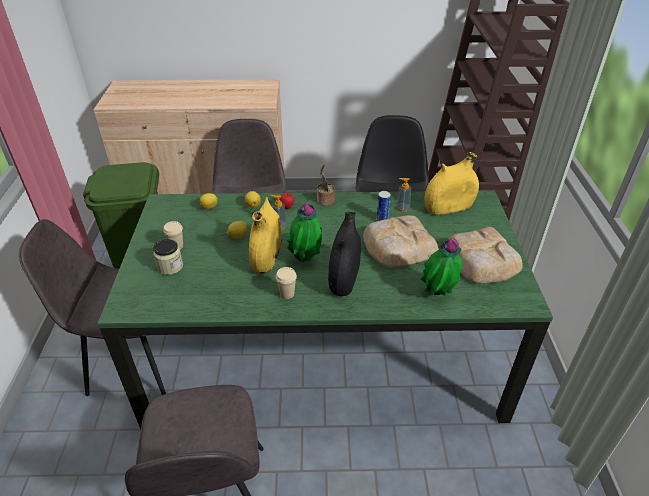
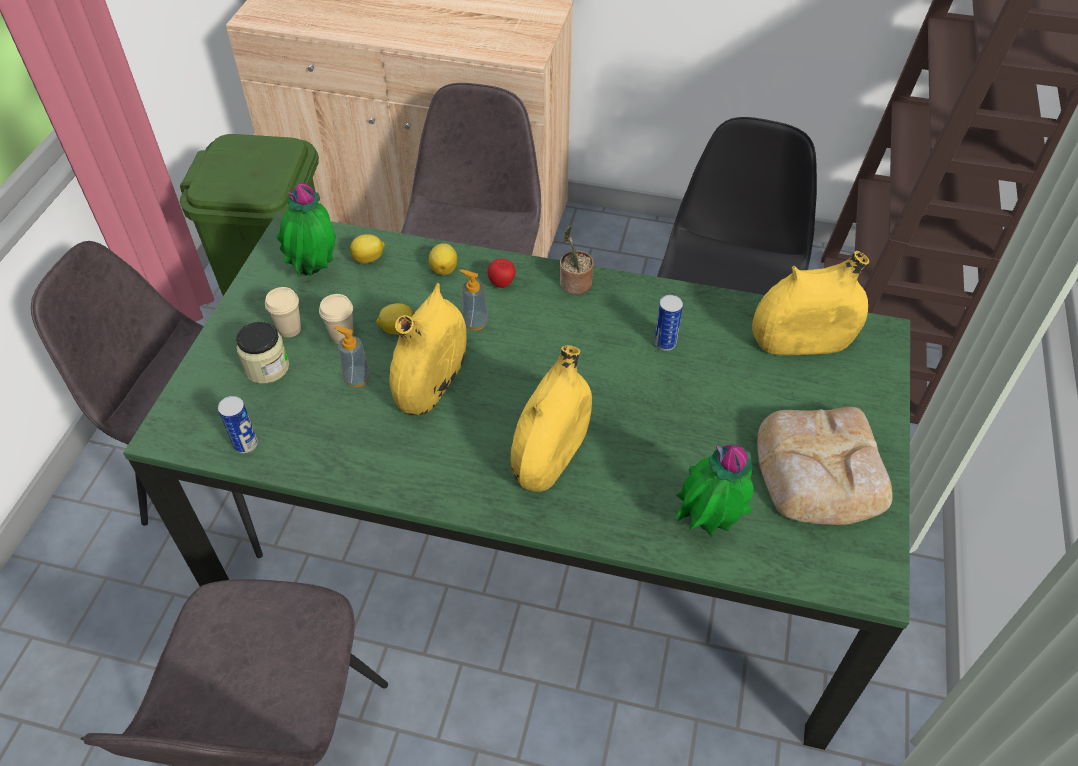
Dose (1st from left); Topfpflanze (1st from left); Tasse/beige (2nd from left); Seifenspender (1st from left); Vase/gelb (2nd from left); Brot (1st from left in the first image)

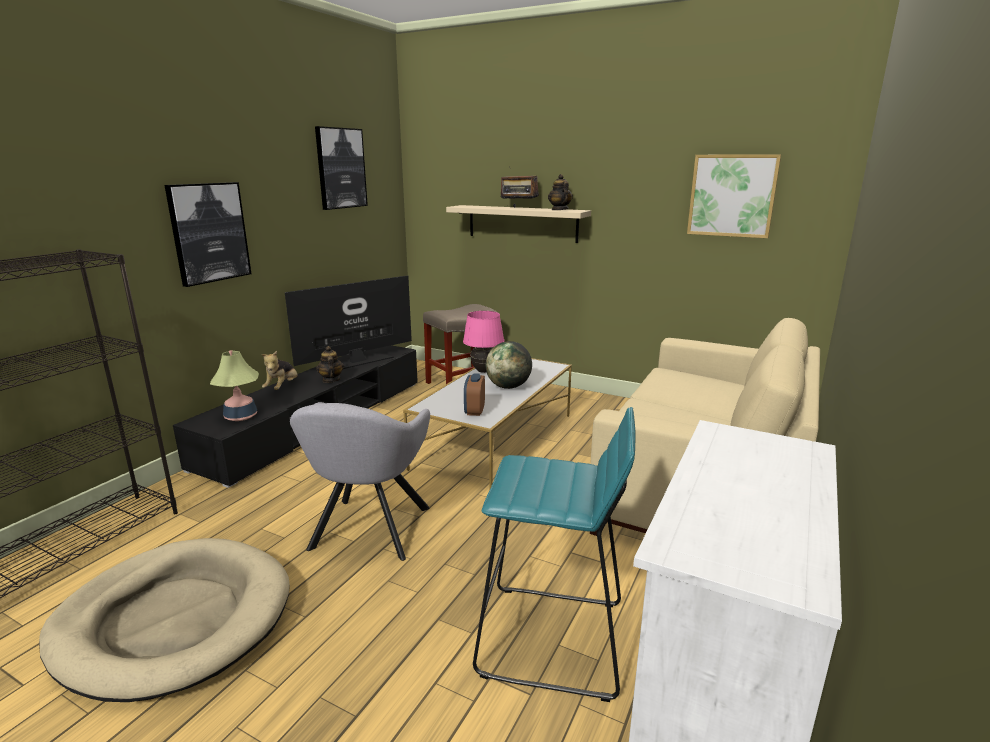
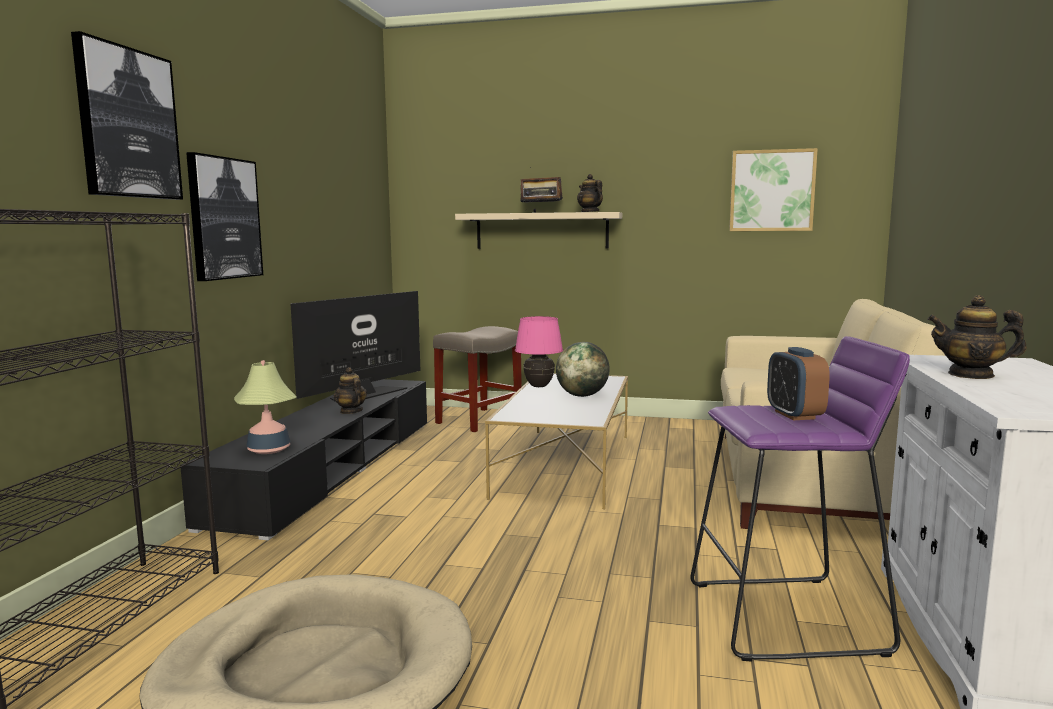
Bild (1st from left); Hocker/lila; Wecker; Teekanne (3rd from left); Plüschtier; Sessel/grau

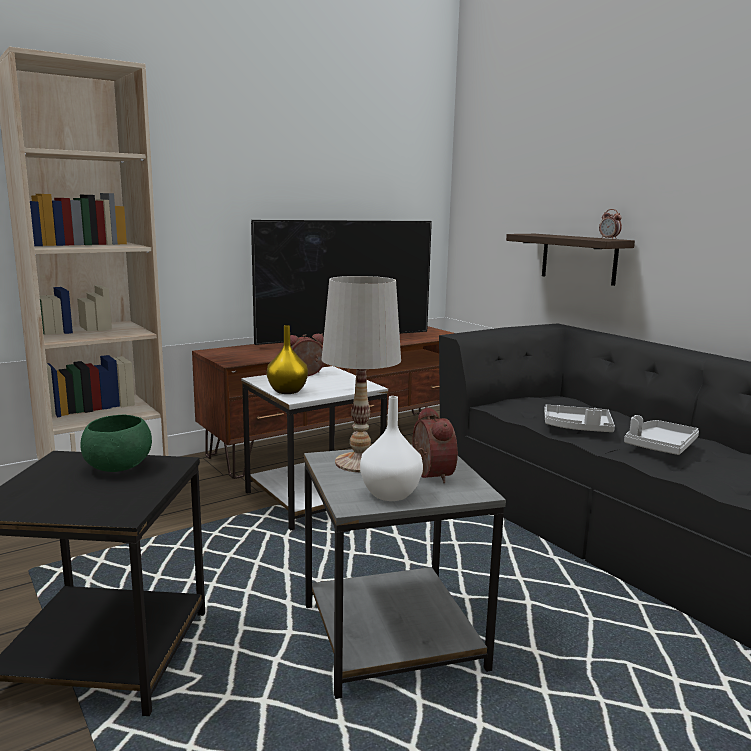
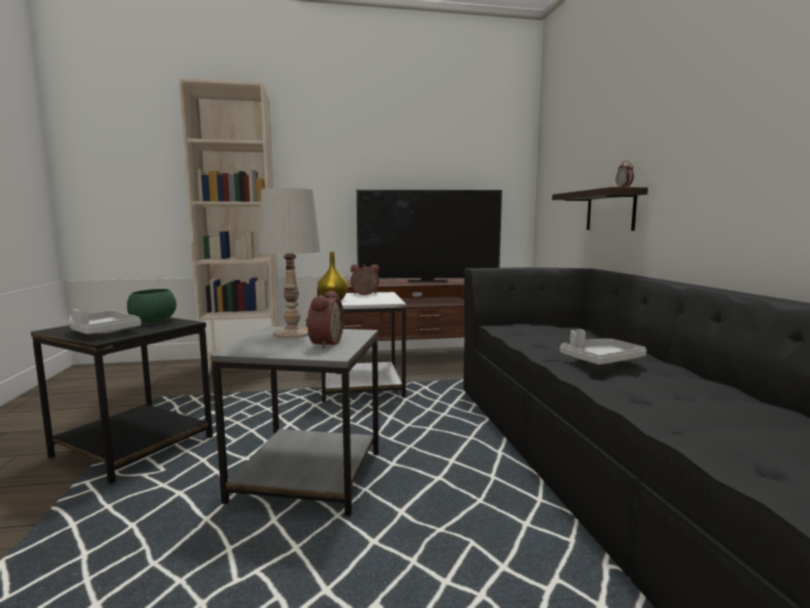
Tablett/grau (1st from left); Vase/weiß

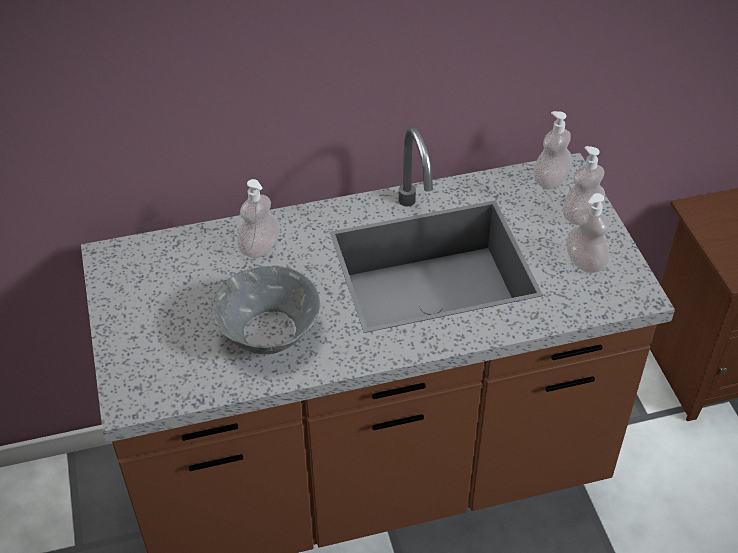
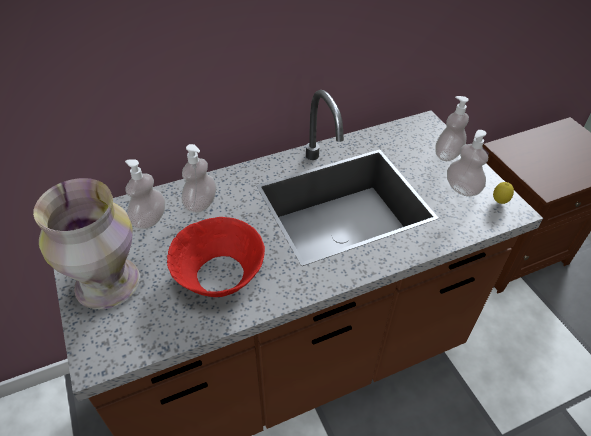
Vase; Seifenspender (1st from left); Schüssel/rot; Zitrone

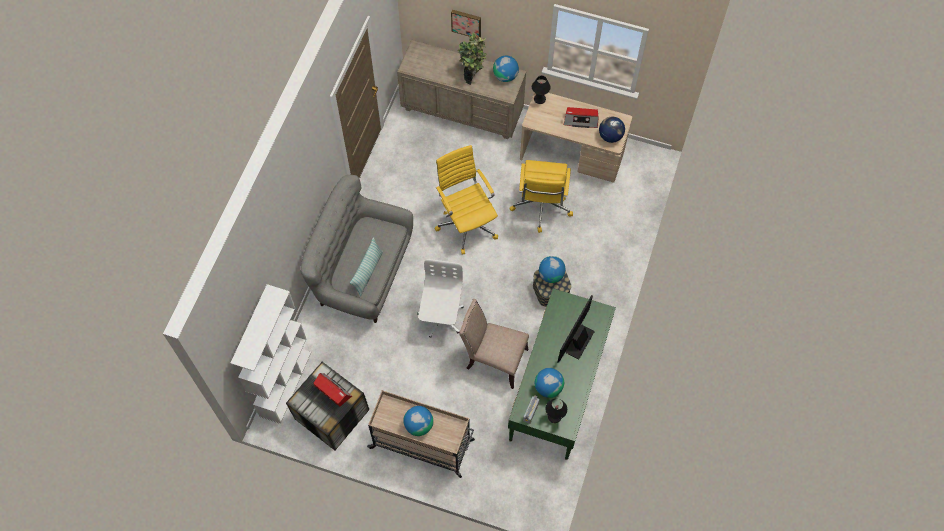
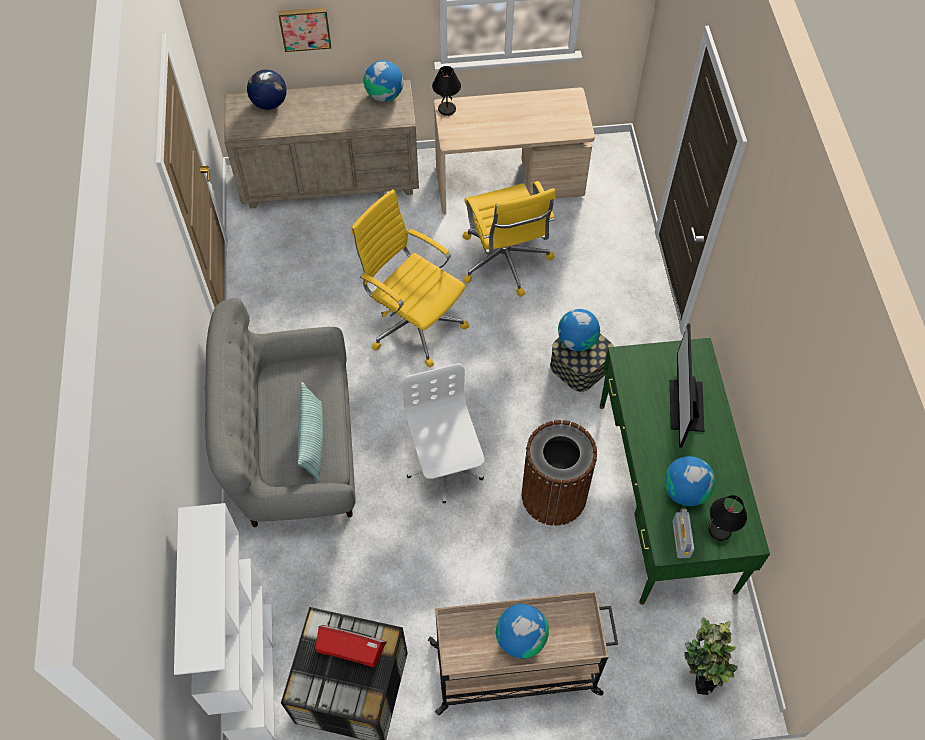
Globus (1st from left); Mülleimer/braun; Topfpflanze; Radio (3rd from left in the first image)

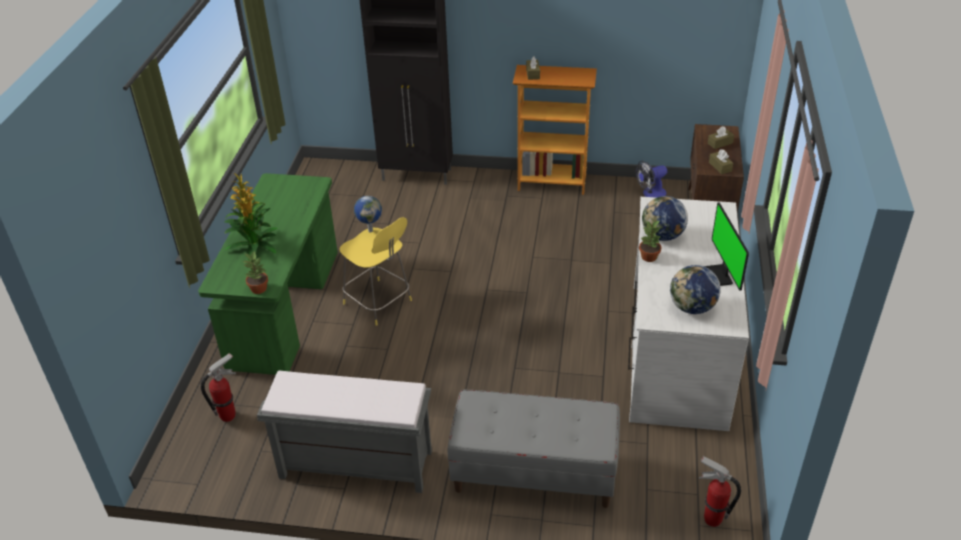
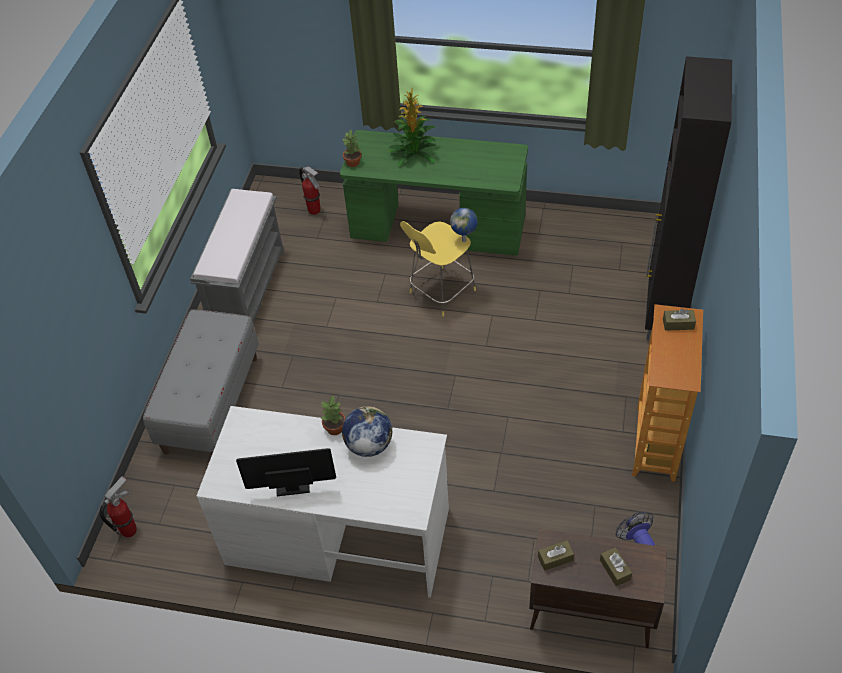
Globus (3rd from left in the first image)

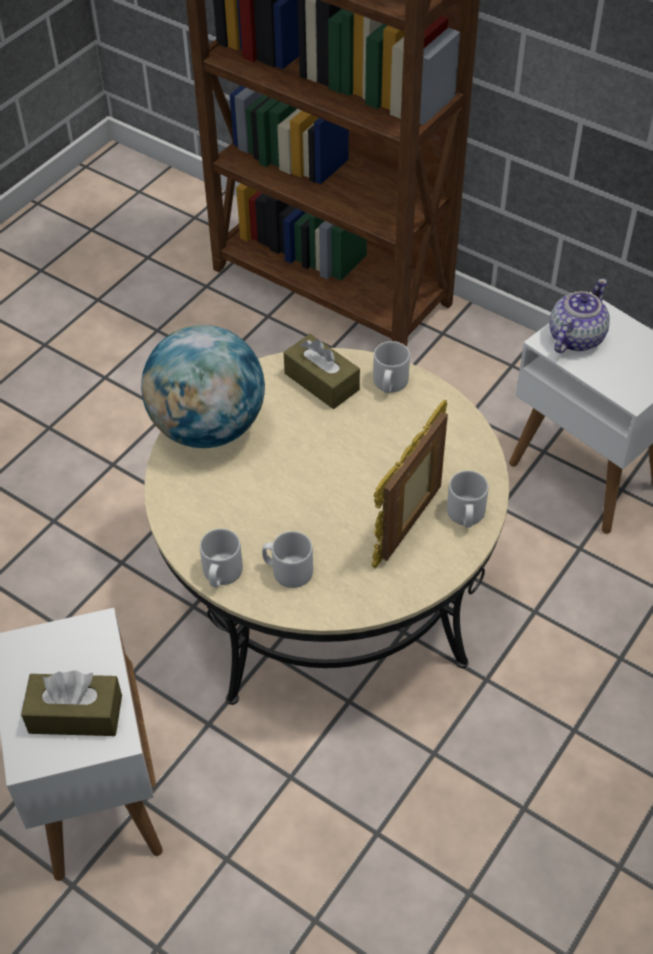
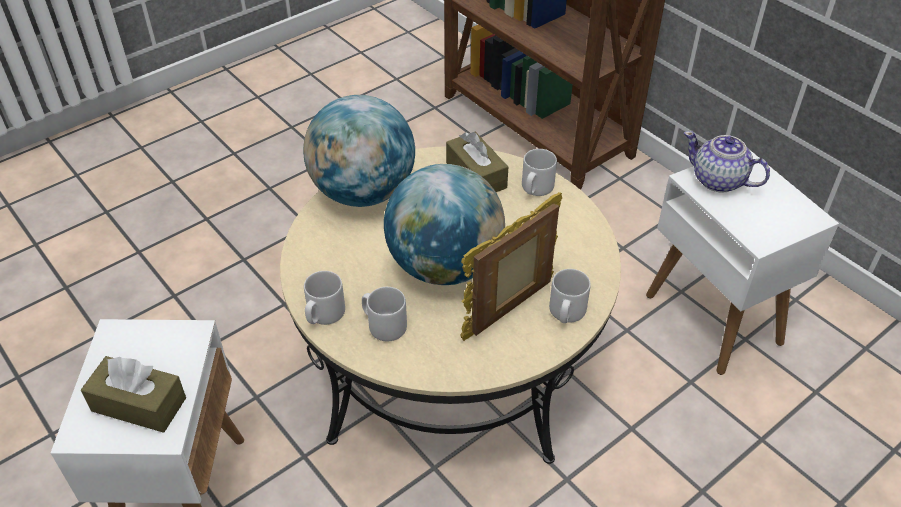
Globus (2nd from left); Teekanne

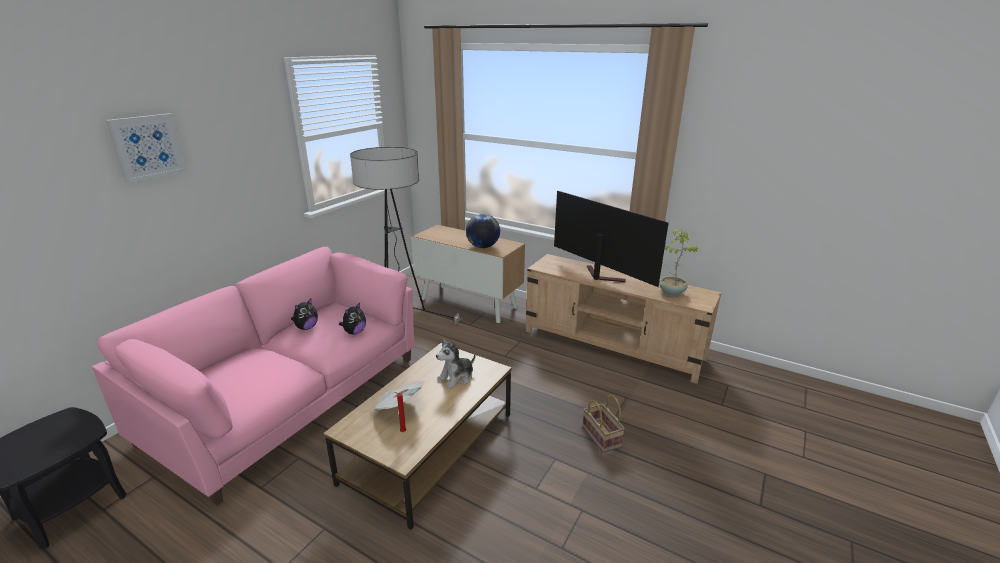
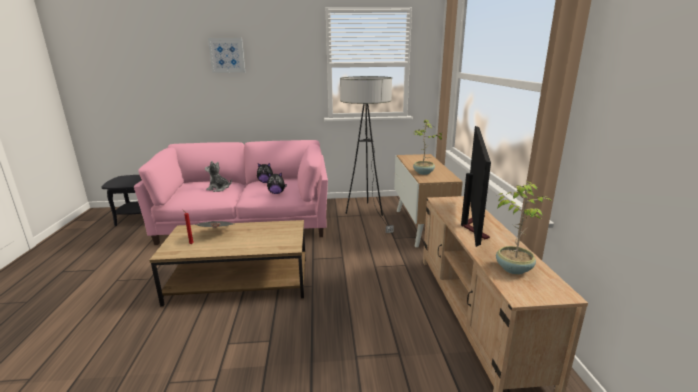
Plüschtier (1st from left); Topfpflanze (1st from left); Korb

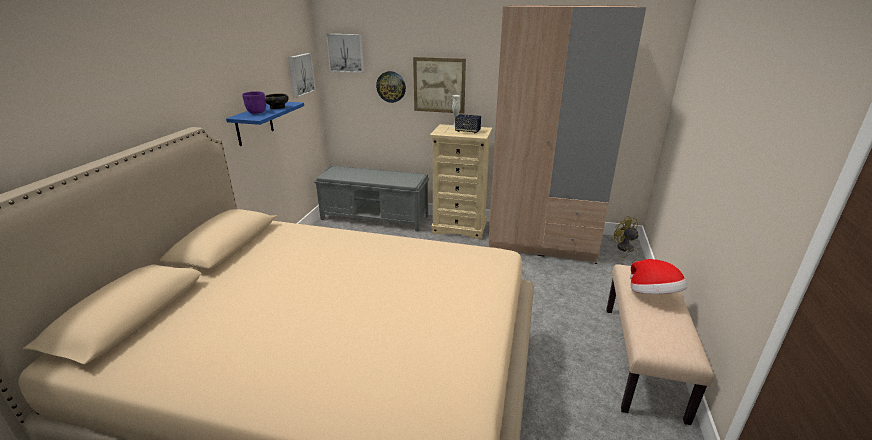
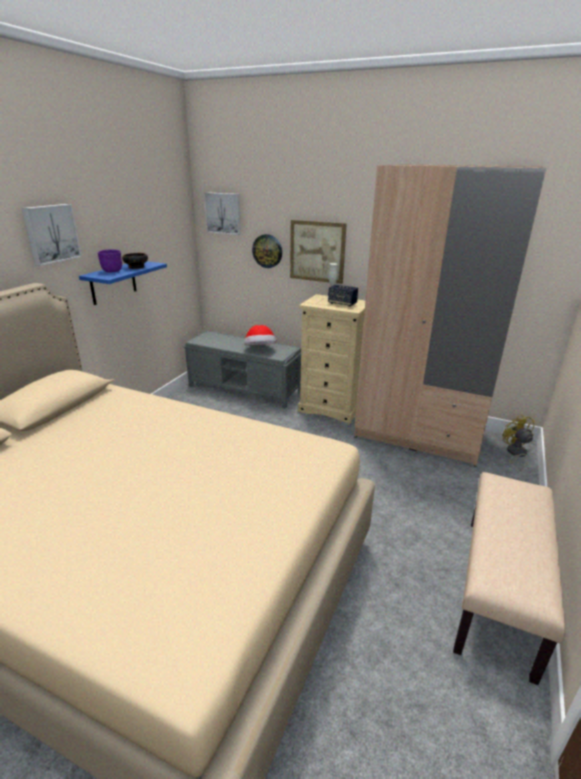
Bild (1st from left); Hut

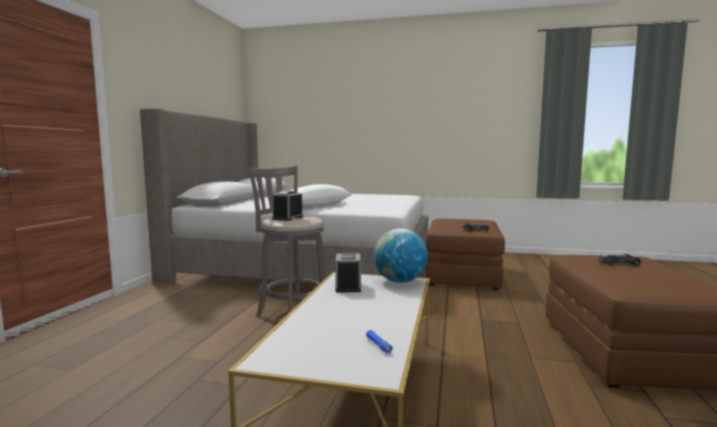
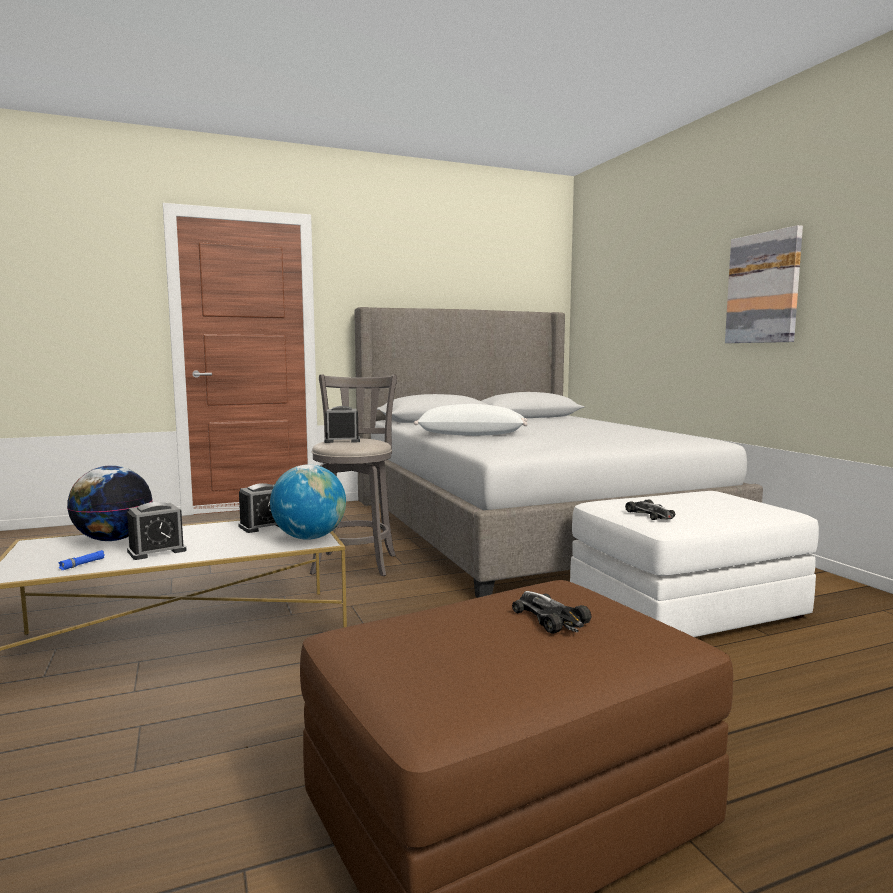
Globus (1st from left); Wecker (1st from left); Polsterhocker/weiß; Bild

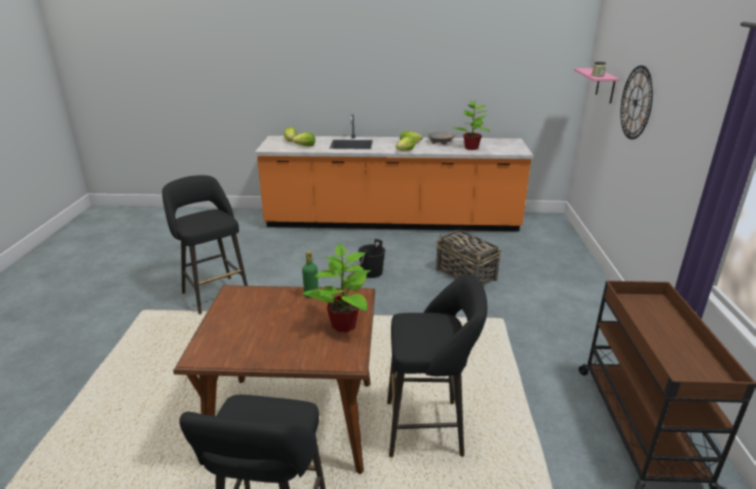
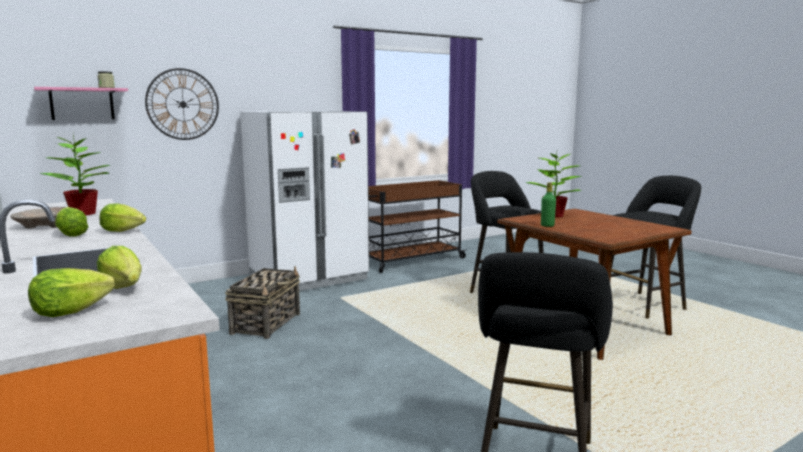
Kühlschrank/weiß; Eimer/schwarz

